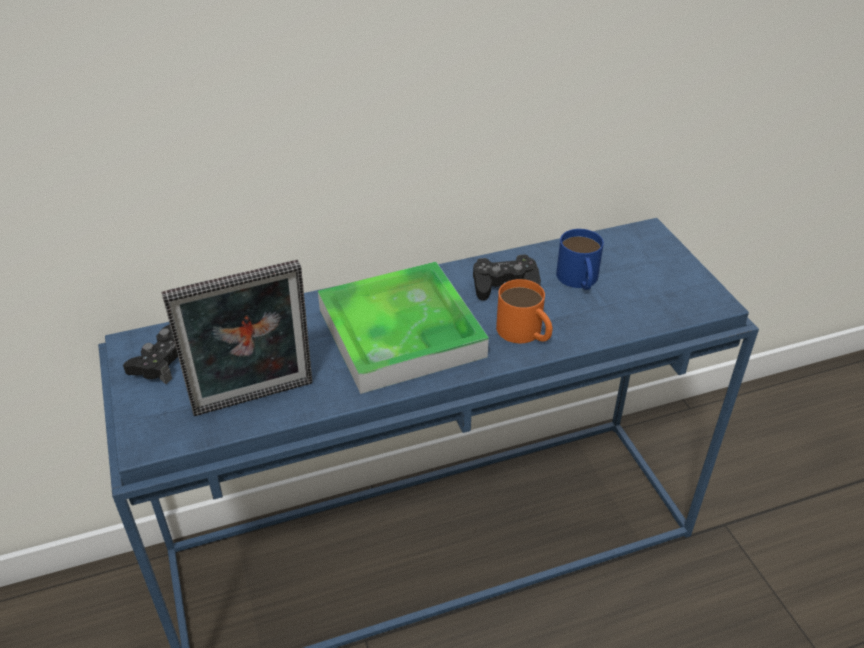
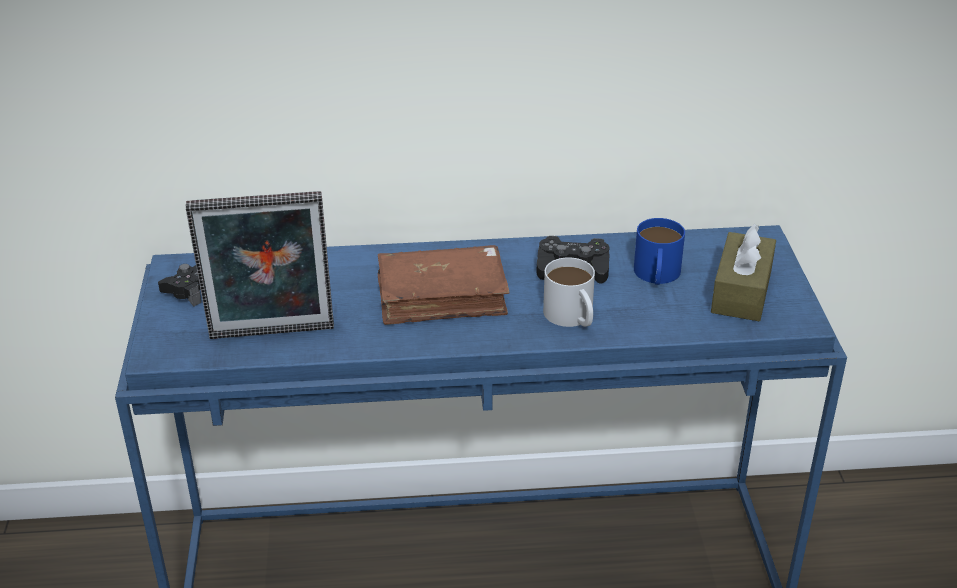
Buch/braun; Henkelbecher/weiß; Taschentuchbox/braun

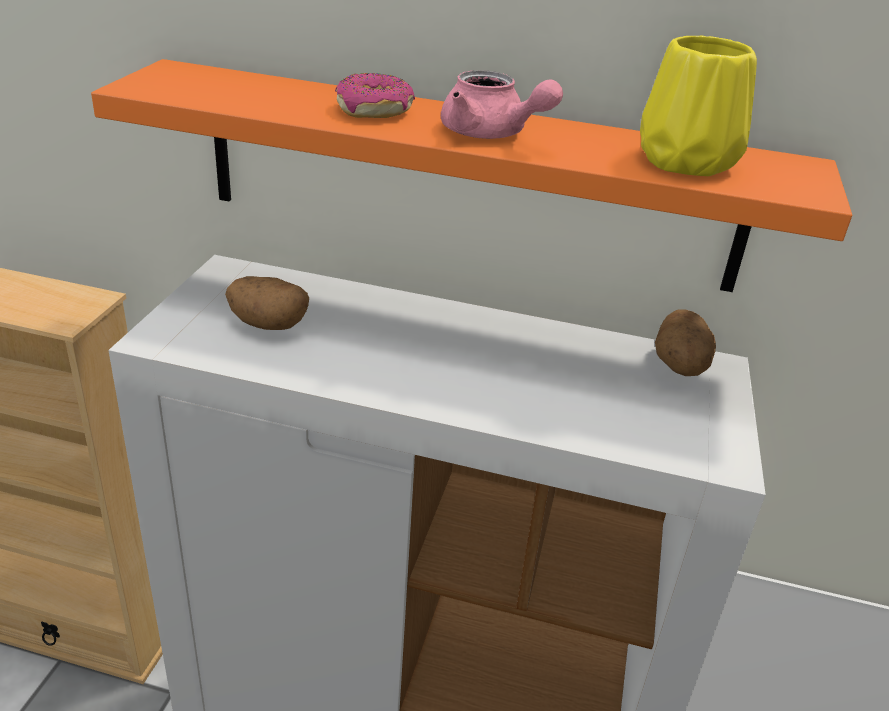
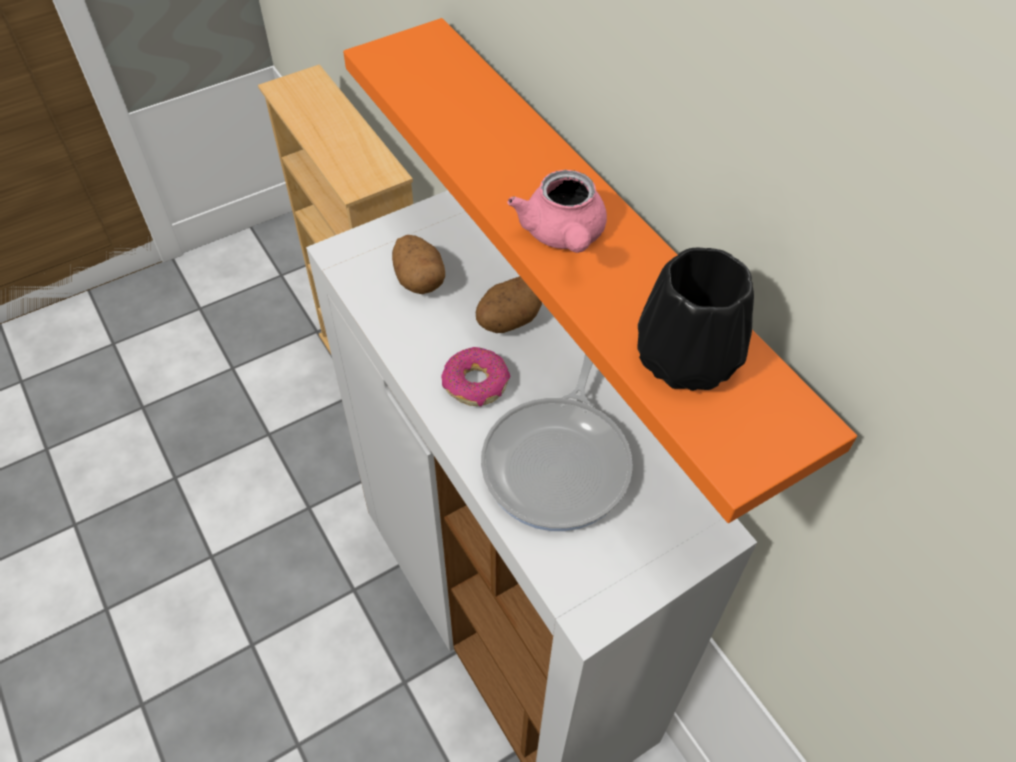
Donut; Kartoffel (2nd from left); Pfanne; Vase/schwarz

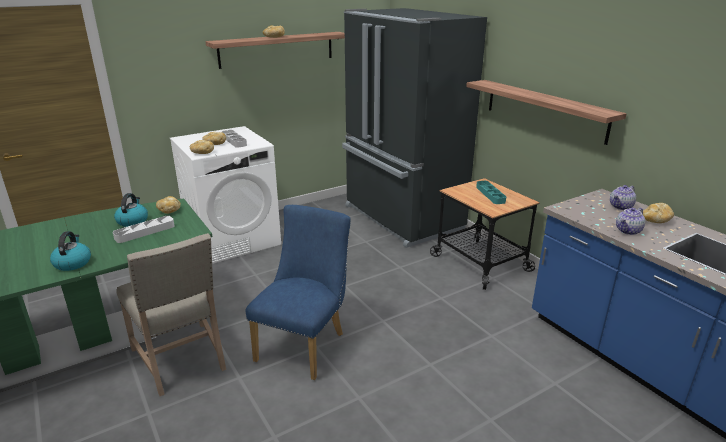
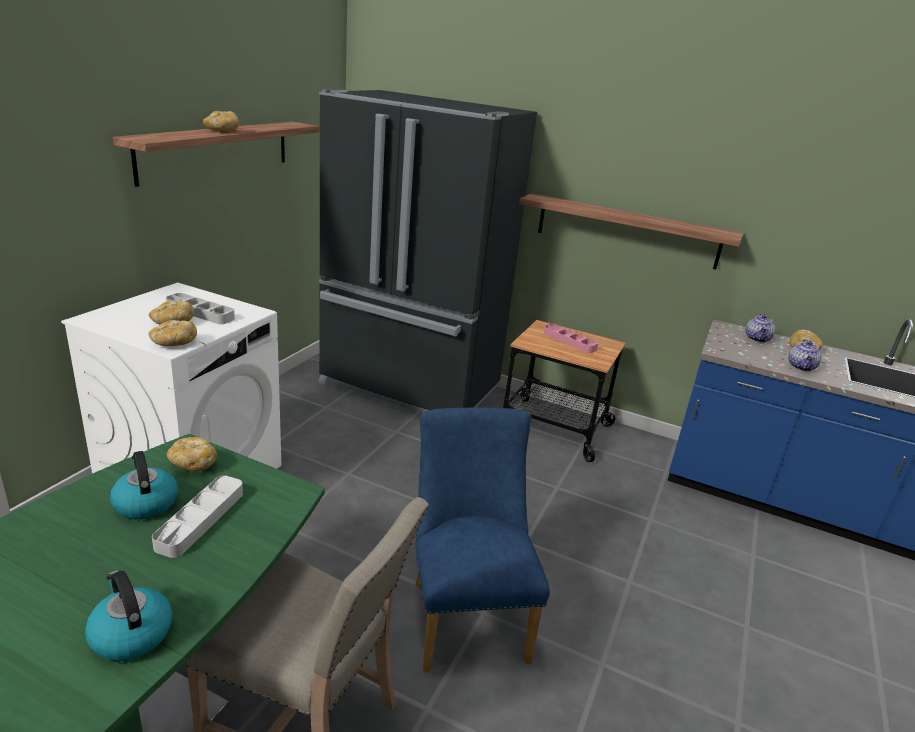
Tablett/rosa

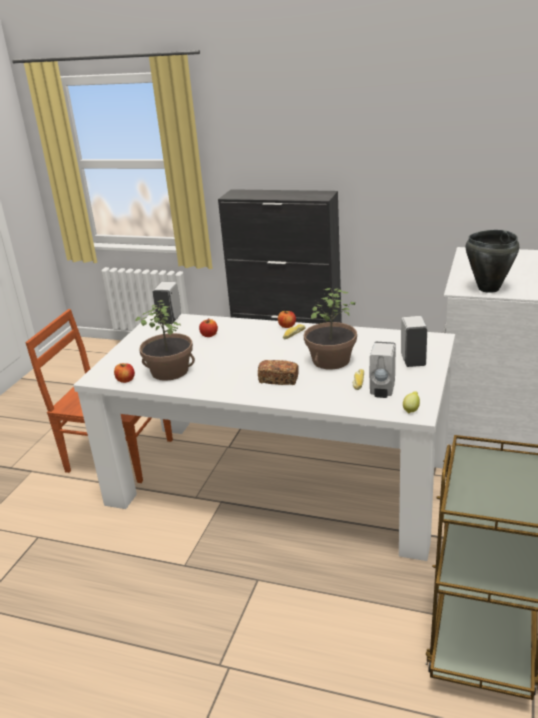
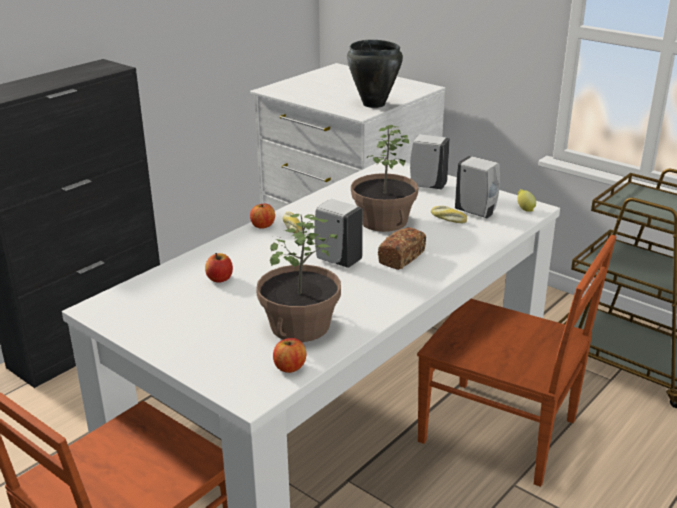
Seifenspender/weiß (1st from left); Stuhl/braun (2nd from left)

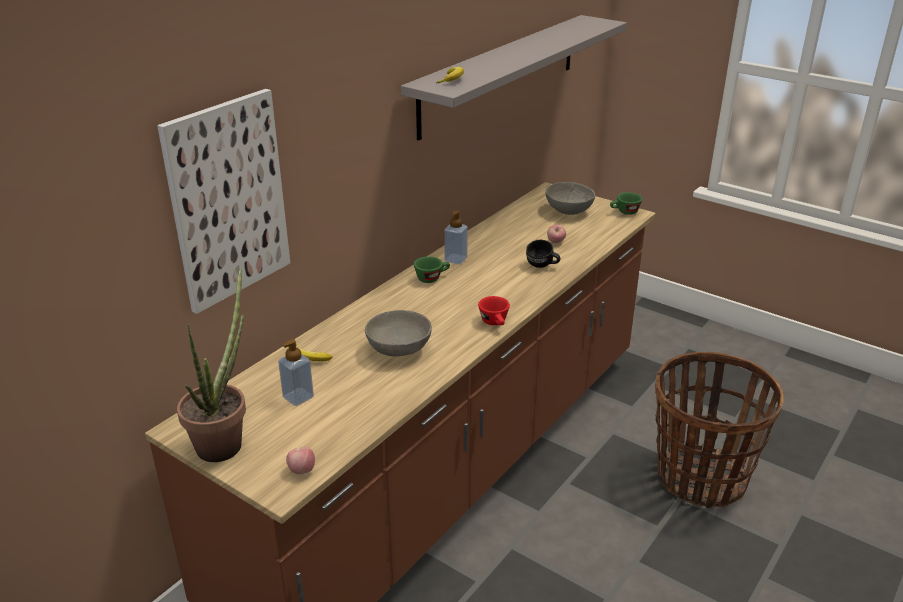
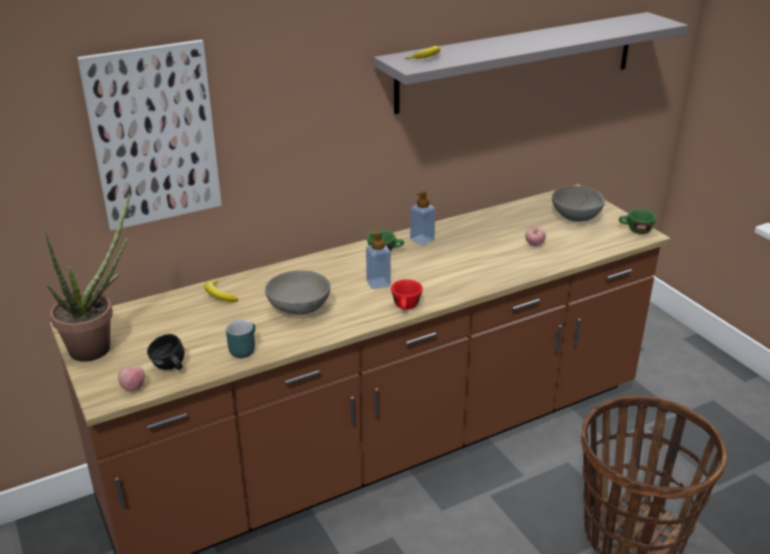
Henkelbecher/schwarz; Henkelbecher/türkis; Seifenspender (1st from left)

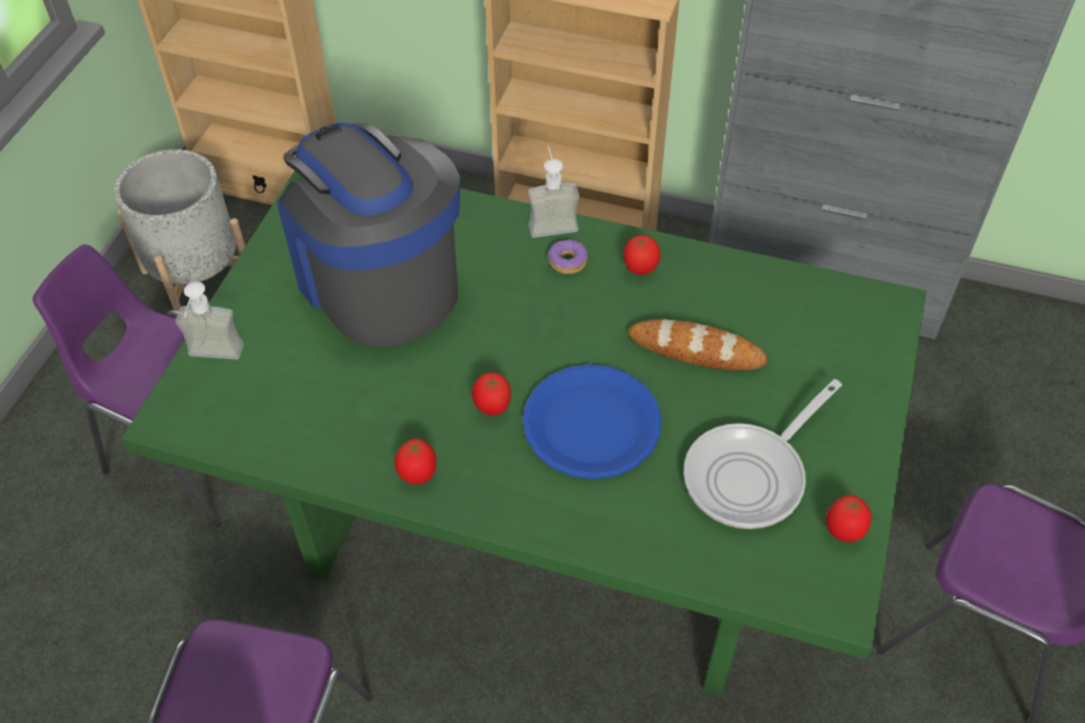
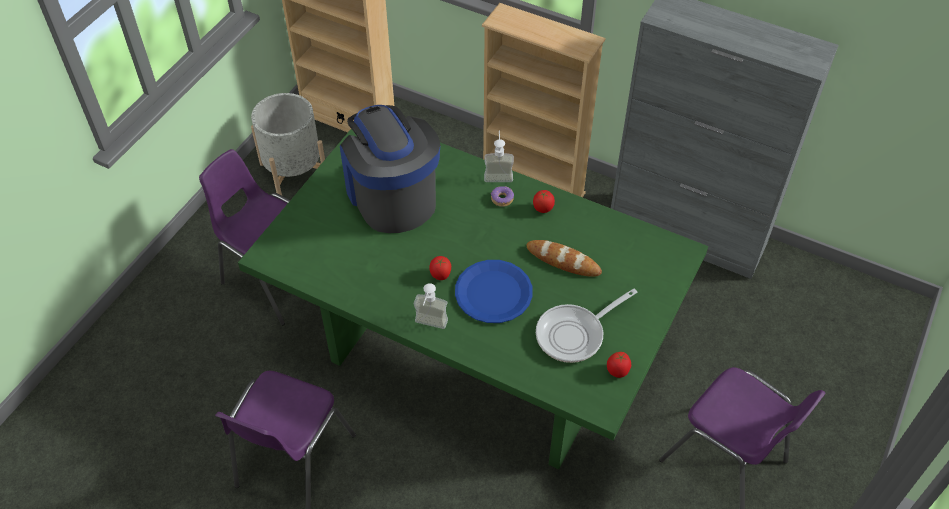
Seifenspender (1st from left); Tomate (1st from left in the first image)

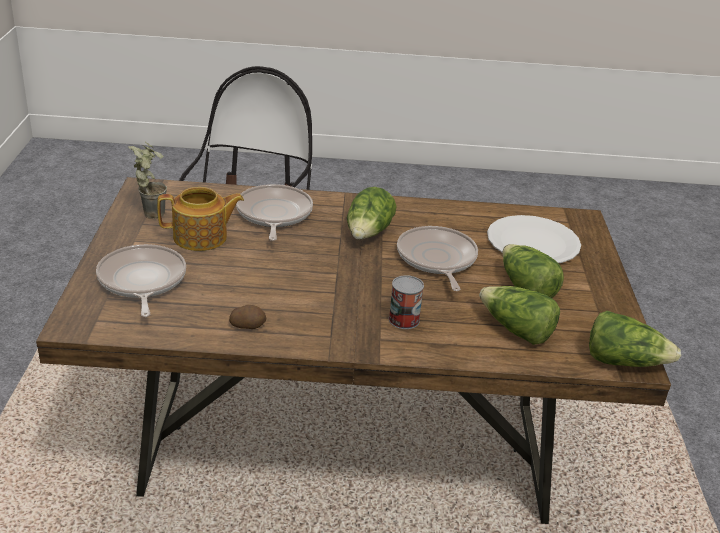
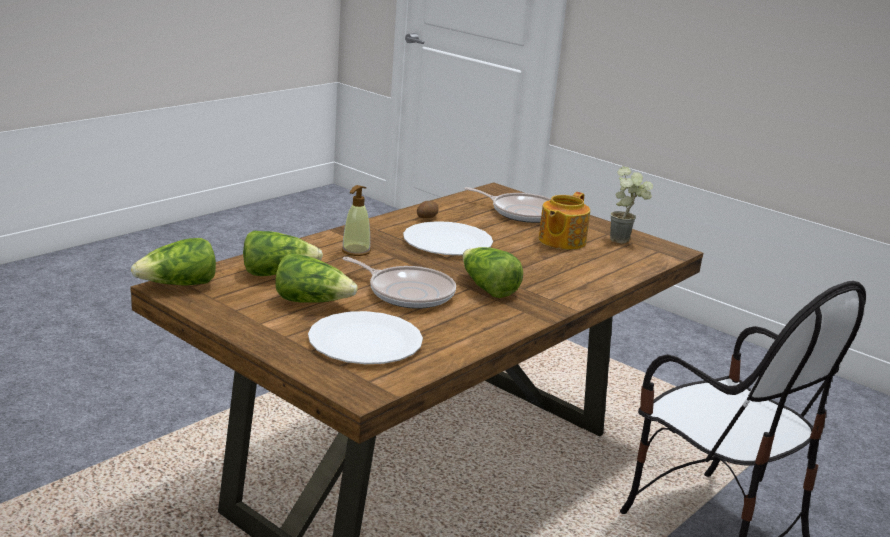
Seifenspender; Teller/weiß (2nd from left); Pfanne (2nd from left in the first image)

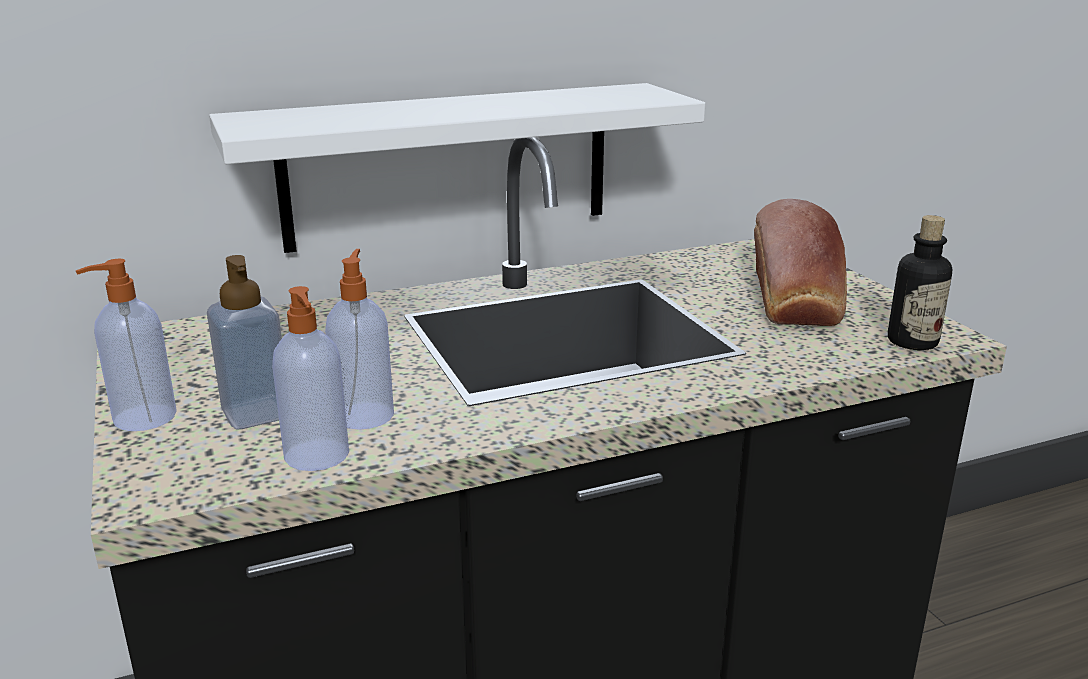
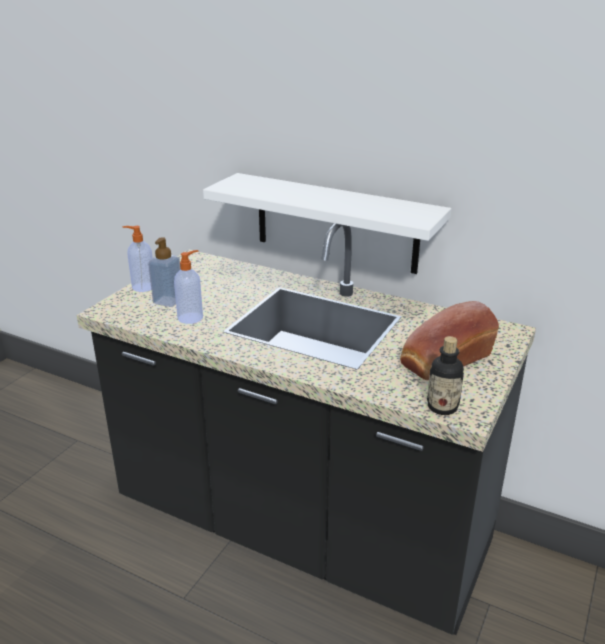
Seifenspender (3rd from left in the first image)

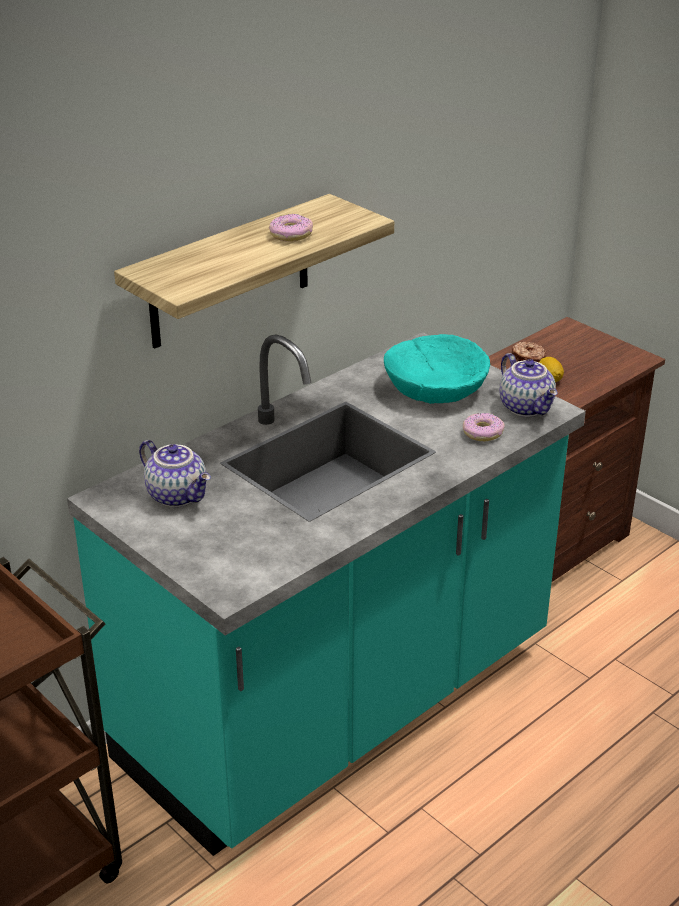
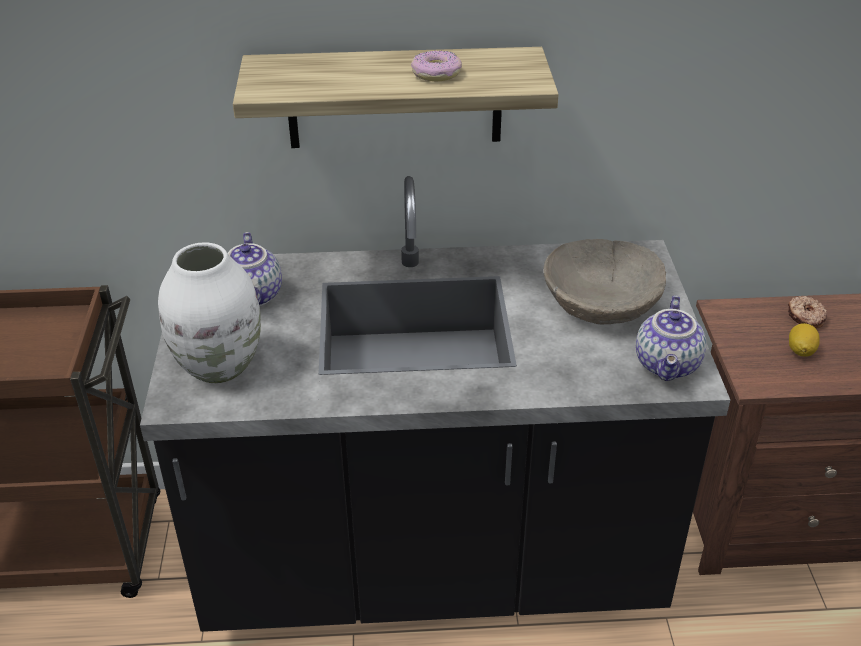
Küchenzeile/schwarz; Vase/weiß; Schüssel/beige; Donut (2nd from left in the first image)

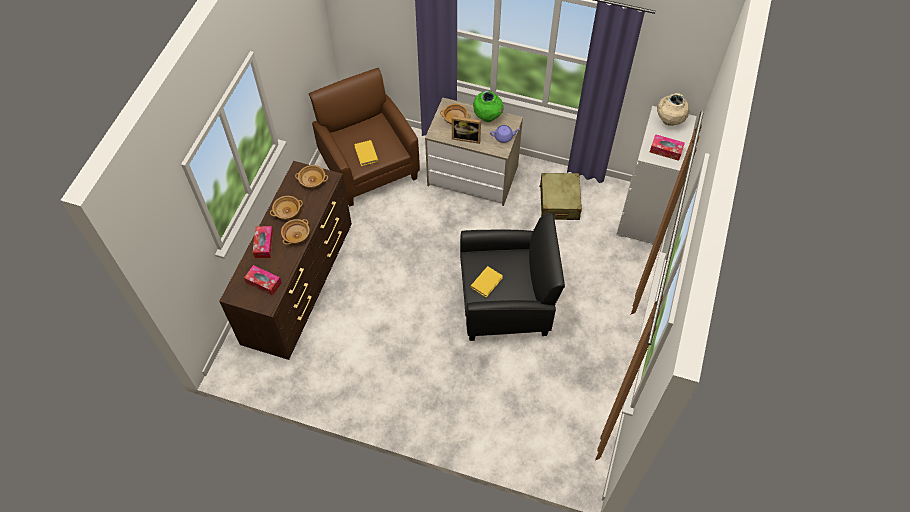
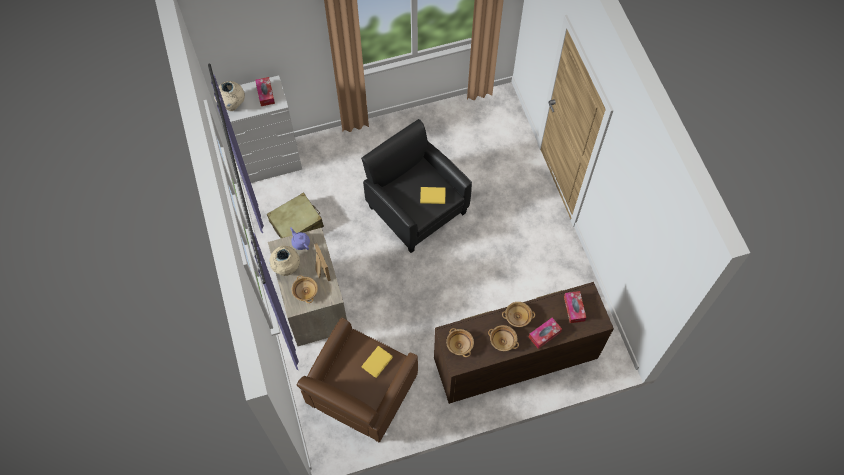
Vase/beige (2nd from left)

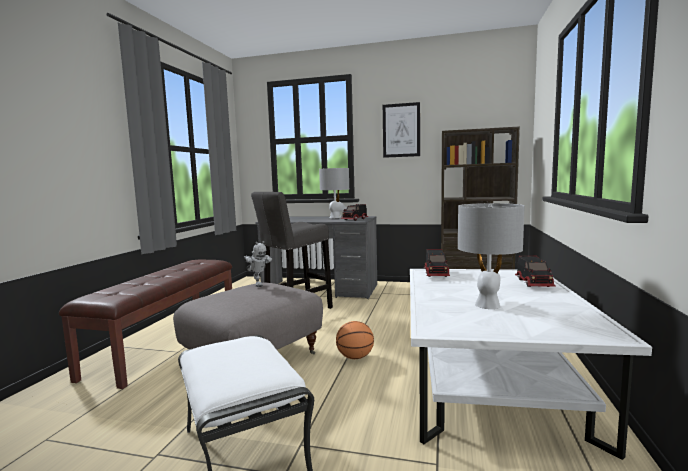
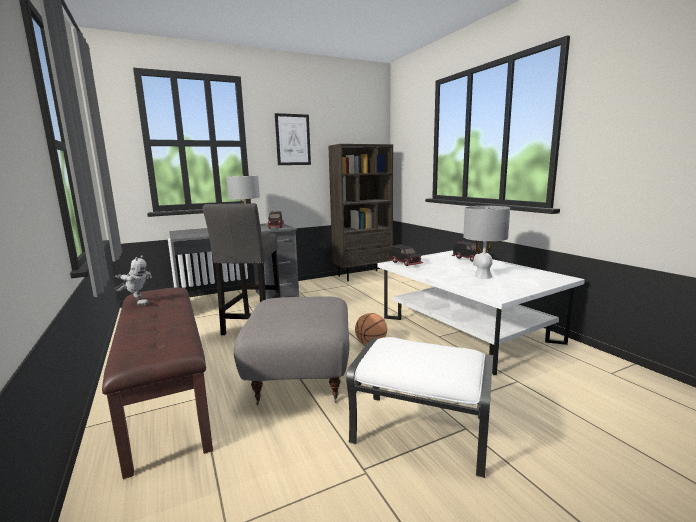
Spielzeugroboter

